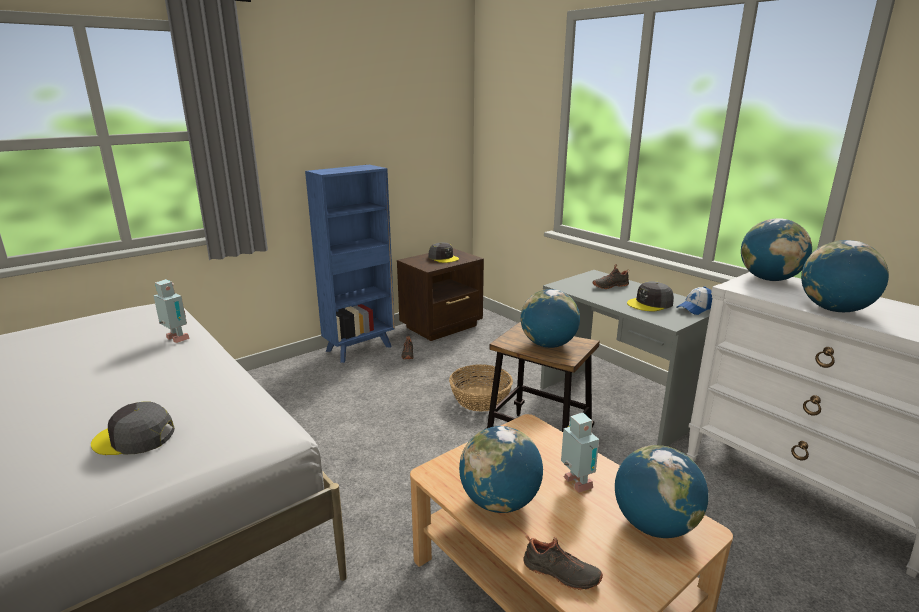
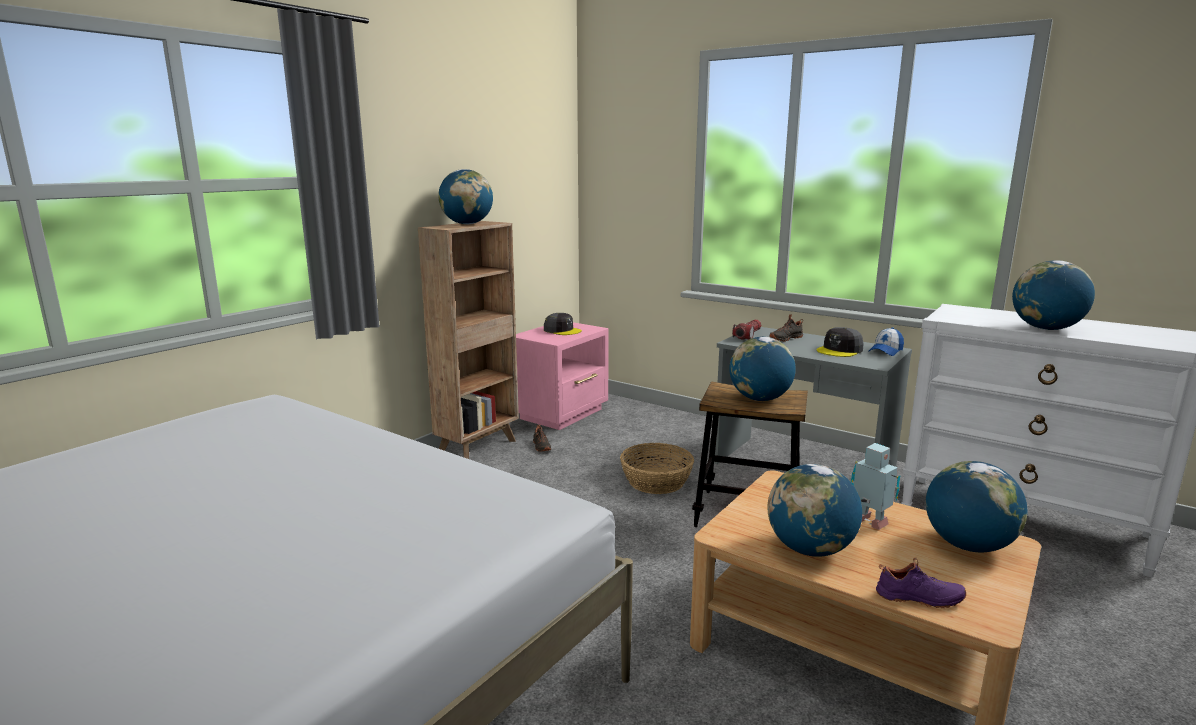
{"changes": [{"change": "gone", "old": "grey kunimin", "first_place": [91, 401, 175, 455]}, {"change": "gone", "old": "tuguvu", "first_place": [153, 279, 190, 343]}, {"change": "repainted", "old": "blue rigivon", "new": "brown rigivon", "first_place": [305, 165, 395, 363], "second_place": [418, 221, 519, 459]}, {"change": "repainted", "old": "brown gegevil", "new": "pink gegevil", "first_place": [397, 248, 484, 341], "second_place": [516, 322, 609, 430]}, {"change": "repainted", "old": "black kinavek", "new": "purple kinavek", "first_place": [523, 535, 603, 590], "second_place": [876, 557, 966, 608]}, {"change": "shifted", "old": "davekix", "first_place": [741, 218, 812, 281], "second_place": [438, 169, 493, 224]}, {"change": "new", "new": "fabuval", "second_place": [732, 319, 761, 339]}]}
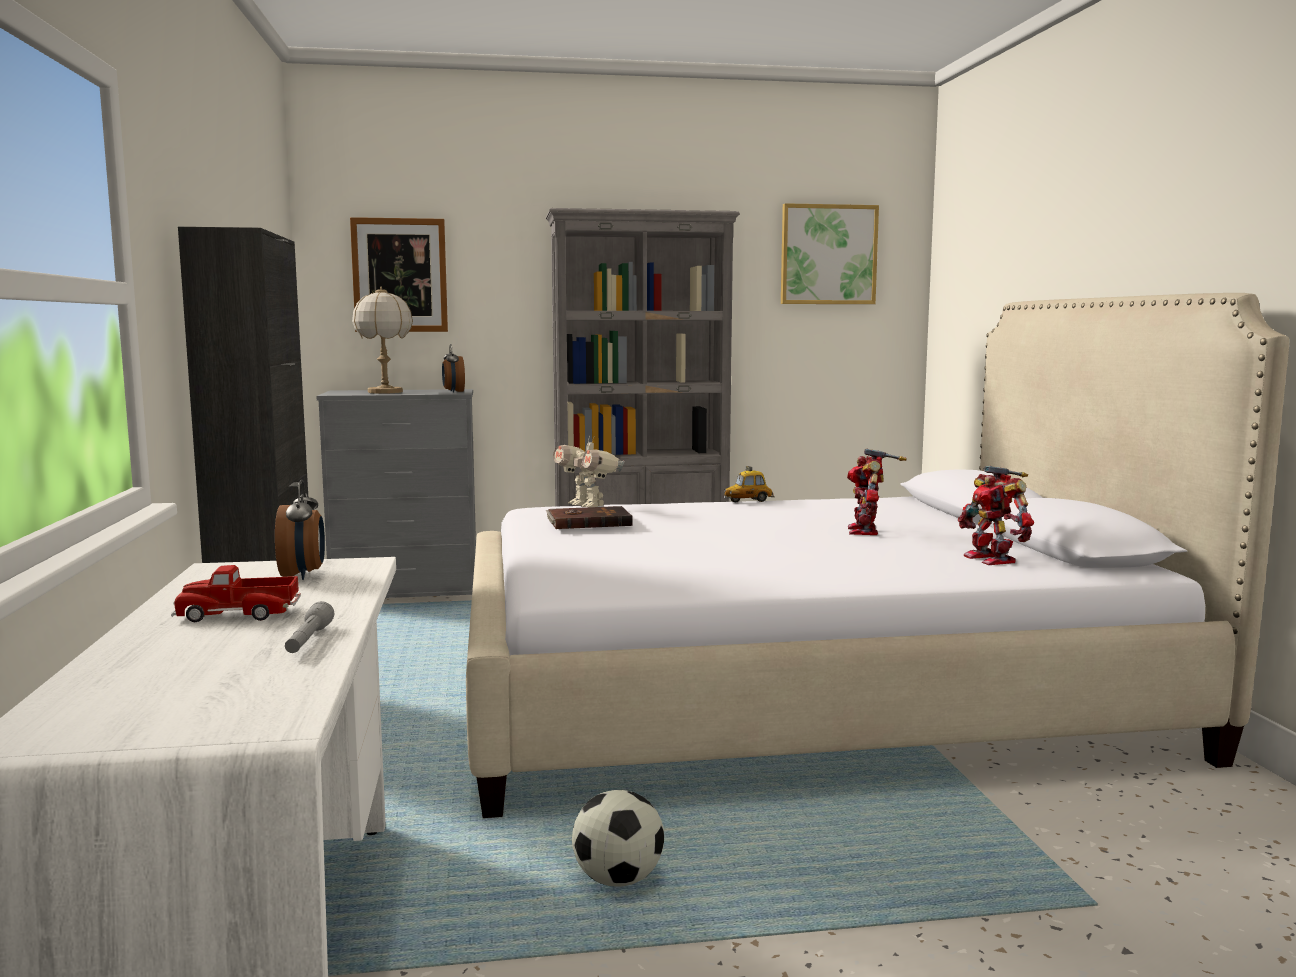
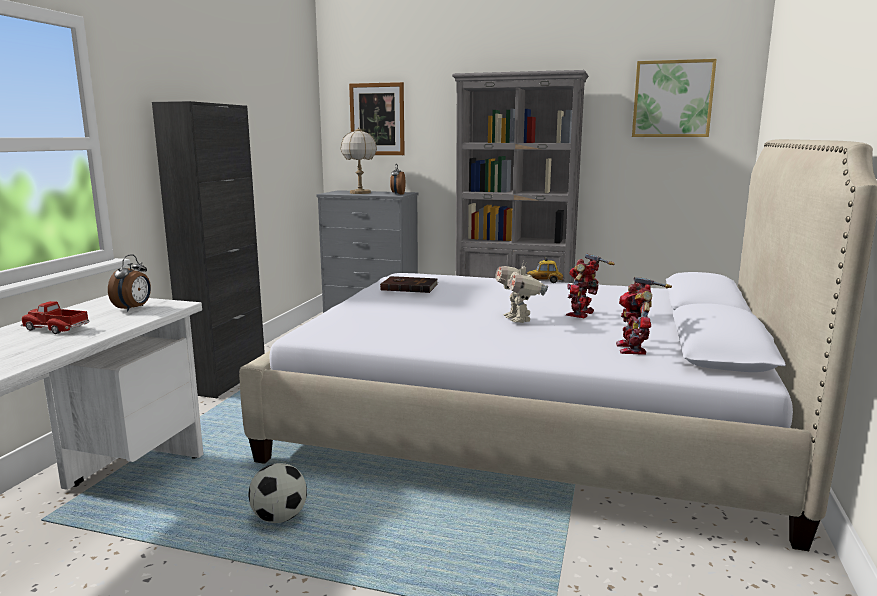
{"changes": [{"change": "gone", "old": "grey fabuval", "first_place": [285, 601, 334, 653]}, {"change": "shifted", "old": "tuguvu", "first_place": [553, 435, 625, 507], "second_place": [495, 261, 548, 323]}]}
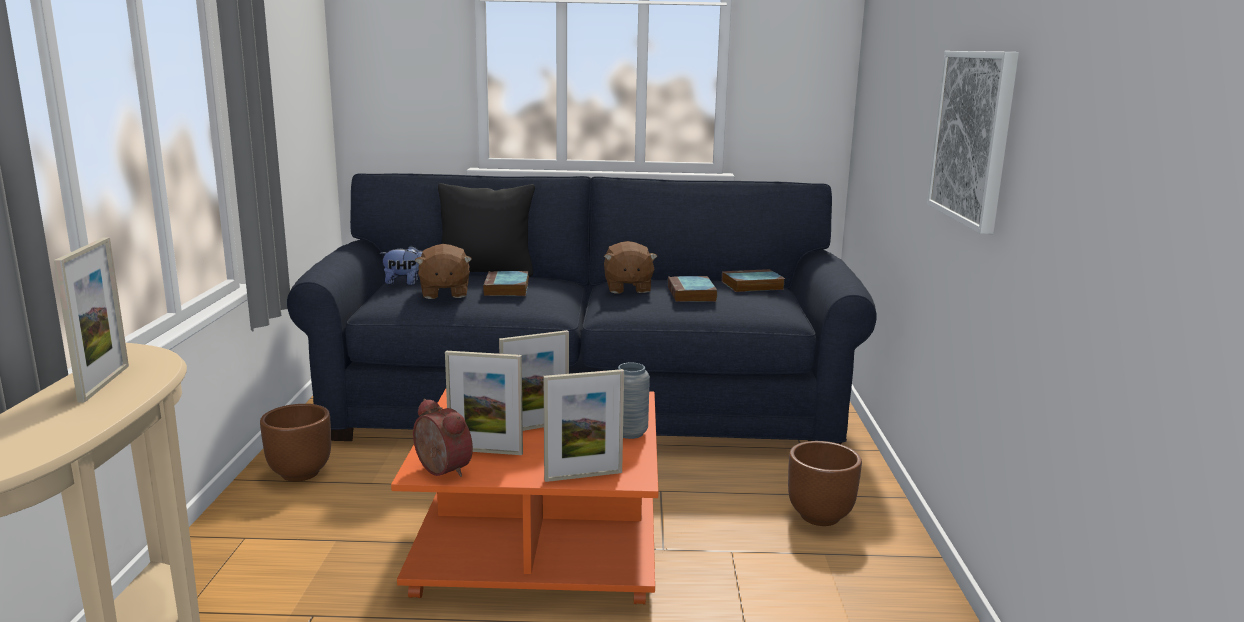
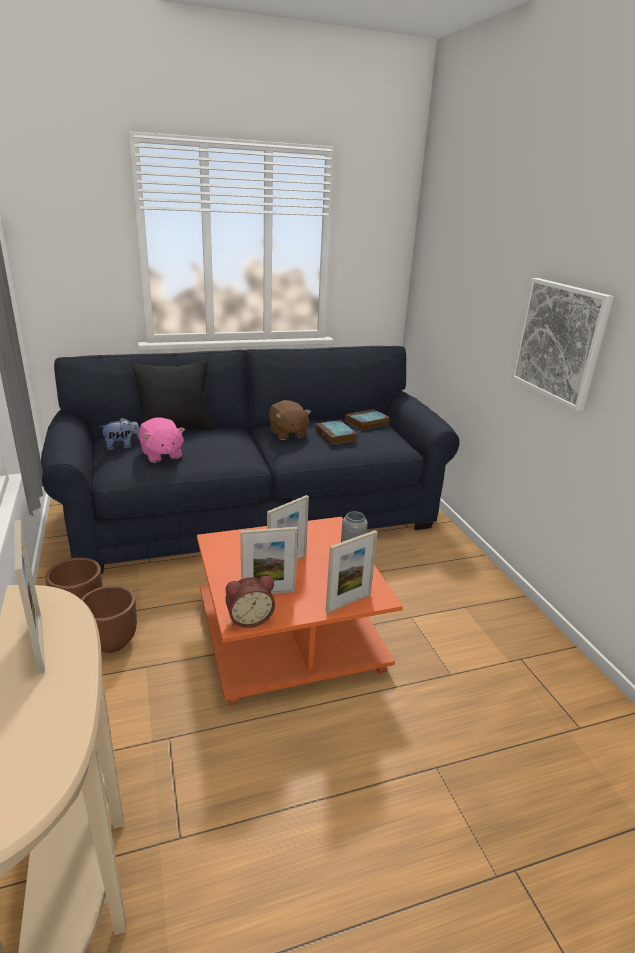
{"changes": [{"change": "rotated", "old": "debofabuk", "first_place": [413, 399, 473, 477], "second_place": [225, 576, 275, 628], "degrees": 135}, {"change": "repainted", "old": "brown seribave", "new": "pink seribave", "first_place": [415, 244, 472, 299], "second_place": [139, 417, 185, 463]}, {"change": "gone", "old": "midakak", "first_place": [483, 271, 529, 296]}, {"change": "shifted", "old": "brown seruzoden", "first_place": [788, 441, 862, 526], "second_place": [81, 585, 137, 653]}]}
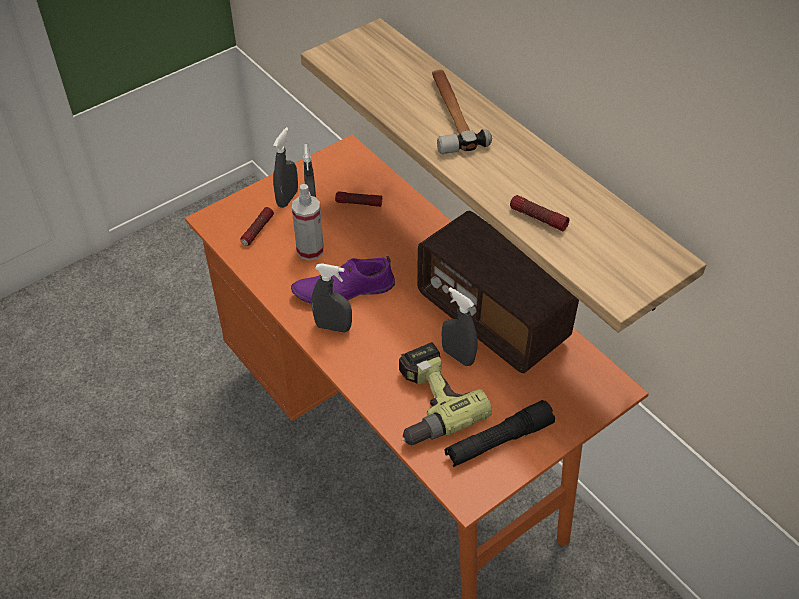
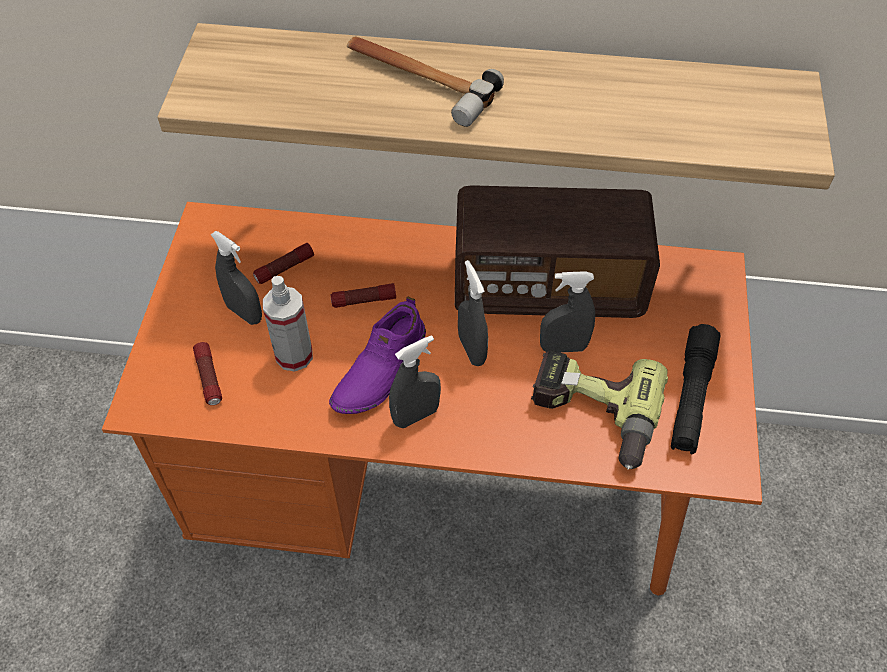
{"changes": [{"change": "shifted", "old": "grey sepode", "first_place": [273, 127, 298, 208], "second_place": [458, 260, 488, 366]}, {"change": "shifted", "old": "fabuval", "first_place": [510, 195, 570, 231], "second_place": [331, 283, 396, 308]}]}
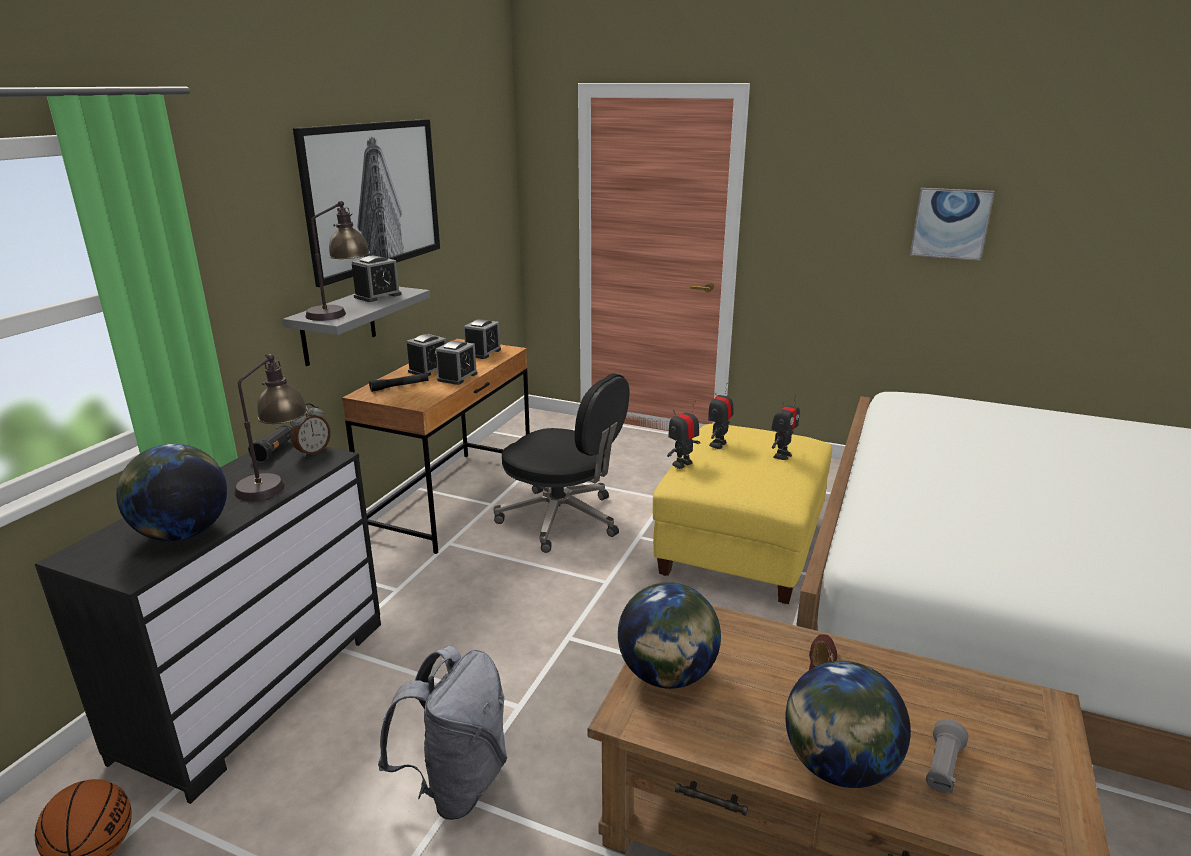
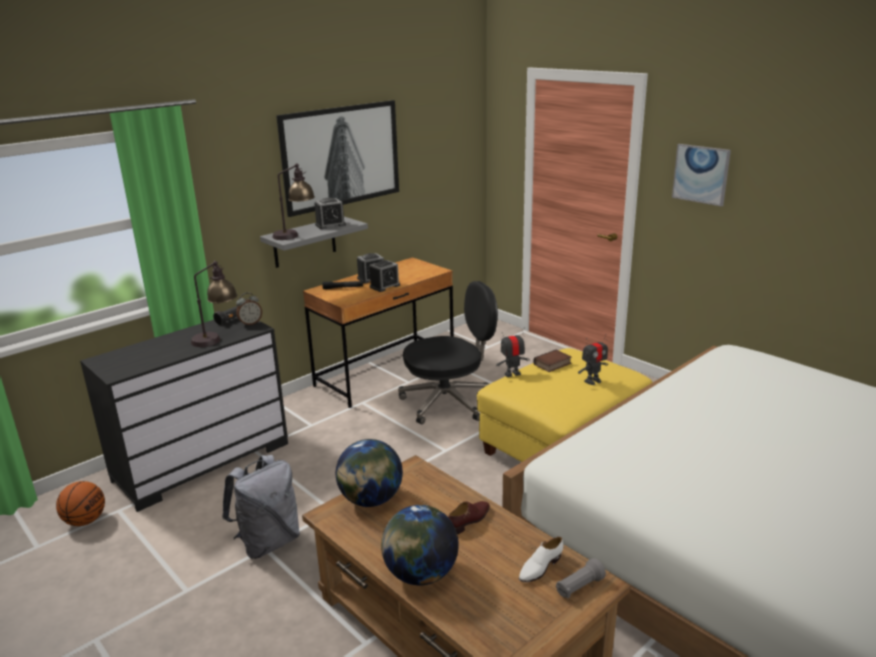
{"changes": [{"change": "gone", "old": "davekix", "first_place": [116, 444, 227, 541]}, {"change": "gone", "old": "debofabuk", "first_place": [464, 319, 501, 359]}, {"change": "rotated", "old": "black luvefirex", "first_place": [493, 373, 630, 553], "second_place": [398, 281, 498, 424], "degrees": -75}, {"change": "swapped", "old": "tuguvu", "new": "midakak", "first_place": [708, 383, 733, 449], "second_place": [533, 350, 572, 372]}, {"change": "shifted", "old": "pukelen", "first_place": [910, 188, 995, 261], "second_place": [672, 144, 731, 206]}, {"change": "shifted", "old": "grey fabuval", "first_place": [926, 719, 968, 793], "second_place": [556, 558, 606, 598]}, {"change": "new", "new": "white kinavek", "second_place": [519, 537, 563, 582]}]}
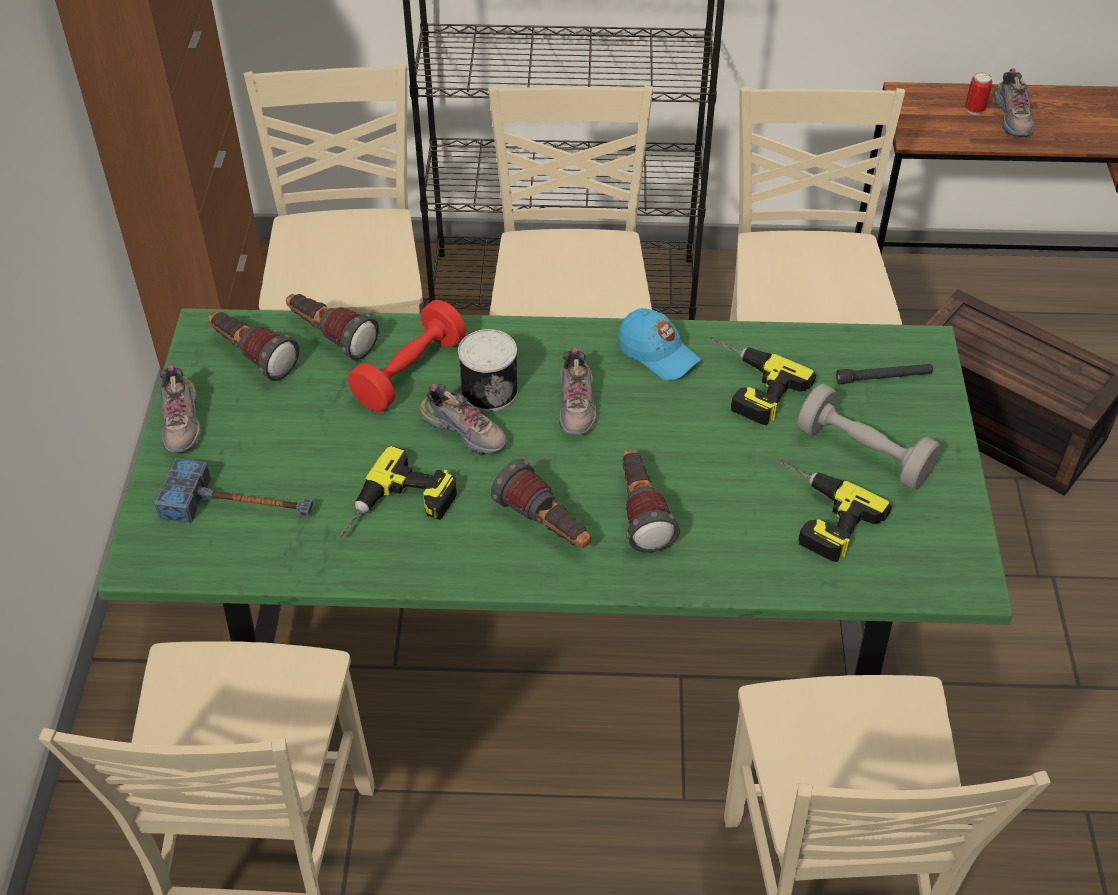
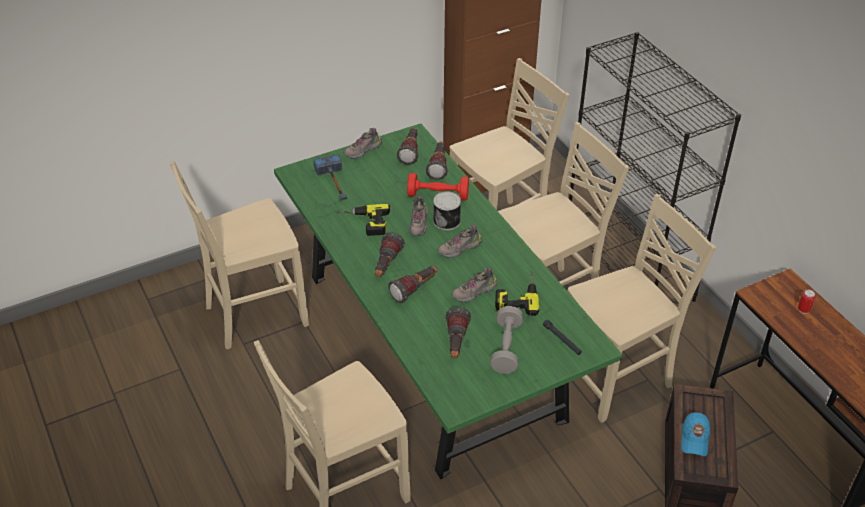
{"changes": [{"change": "shifted", "old": "blue kunimin", "first_place": [618, 308, 702, 380], "second_place": [681, 412, 710, 456]}, {"change": "swapped", "old": "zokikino", "new": "fabuval", "first_place": [777, 460, 892, 562], "second_place": [445, 307, 471, 358]}, {"change": "shifted", "old": "kinavek", "first_place": [993, 68, 1034, 137], "second_place": [451, 268, 497, 302]}]}
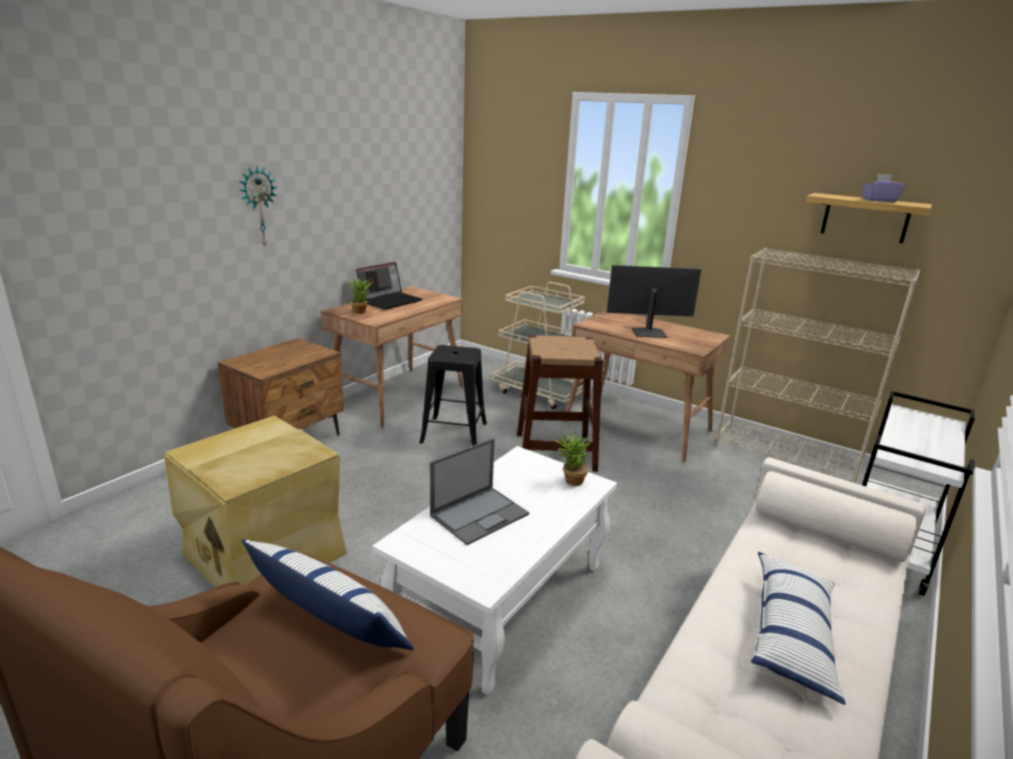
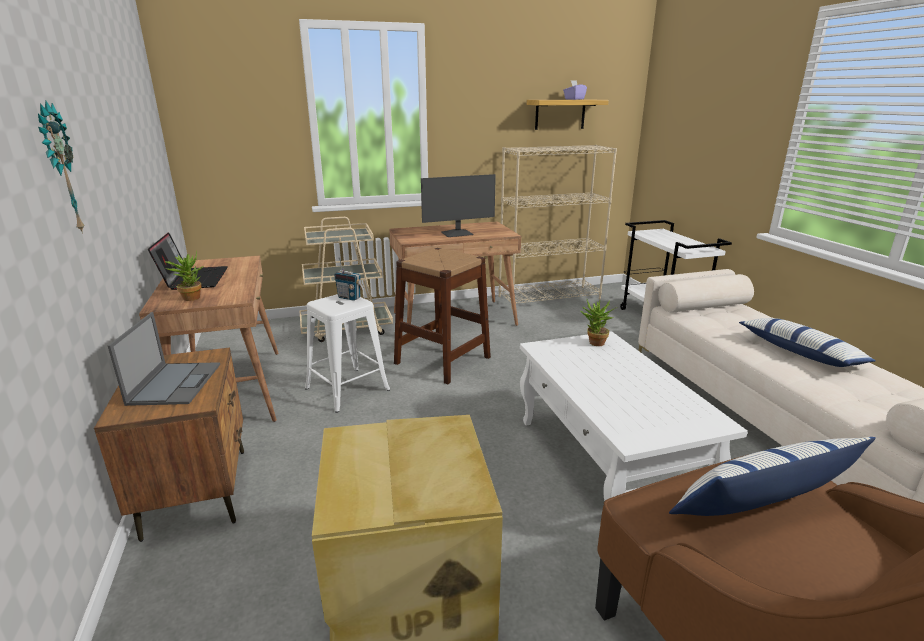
{"changes": [{"change": "repainted", "old": "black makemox", "new": "white makemox", "first_place": [419, 345, 487, 446], "second_place": [305, 294, 390, 413]}, {"change": "shifted", "old": "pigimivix", "first_place": [430, 438, 529, 545], "second_place": [108, 312, 220, 406]}, {"change": "rotated", "old": "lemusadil", "first_place": [607, 265, 701, 338], "second_place": [421, 174, 496, 237], "degrees": -150}, {"change": "new", "new": "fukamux", "second_place": [334, 257, 364, 301]}]}
